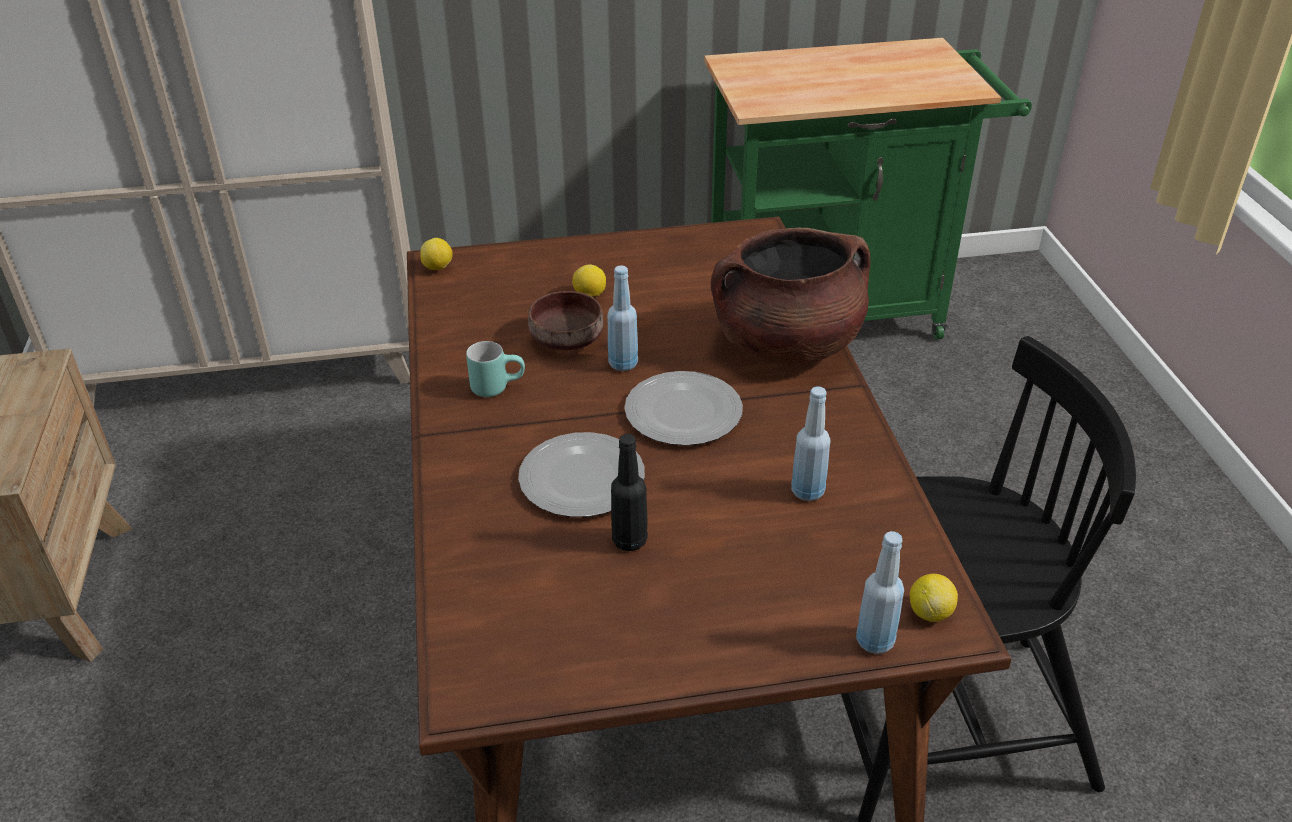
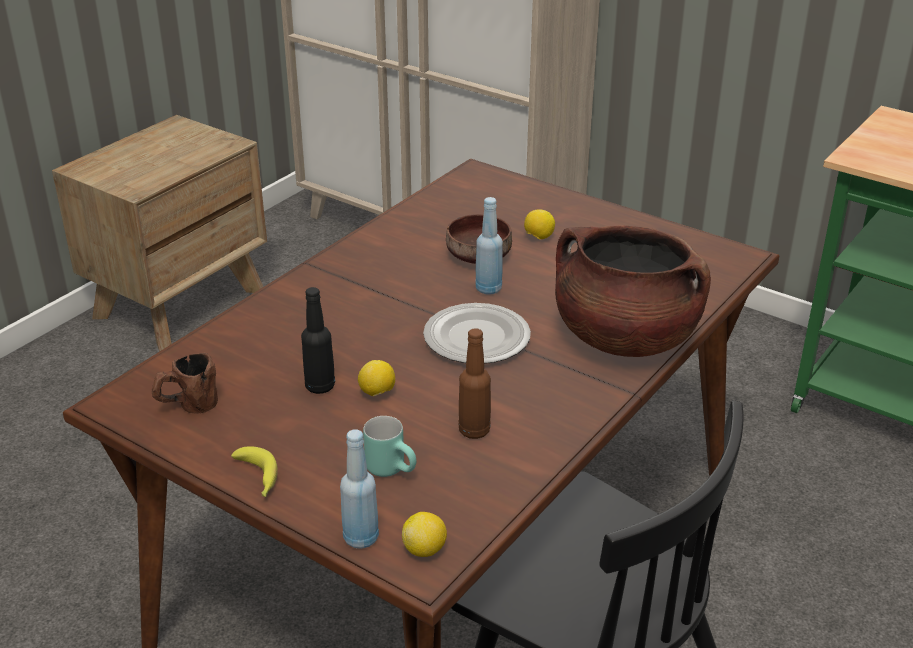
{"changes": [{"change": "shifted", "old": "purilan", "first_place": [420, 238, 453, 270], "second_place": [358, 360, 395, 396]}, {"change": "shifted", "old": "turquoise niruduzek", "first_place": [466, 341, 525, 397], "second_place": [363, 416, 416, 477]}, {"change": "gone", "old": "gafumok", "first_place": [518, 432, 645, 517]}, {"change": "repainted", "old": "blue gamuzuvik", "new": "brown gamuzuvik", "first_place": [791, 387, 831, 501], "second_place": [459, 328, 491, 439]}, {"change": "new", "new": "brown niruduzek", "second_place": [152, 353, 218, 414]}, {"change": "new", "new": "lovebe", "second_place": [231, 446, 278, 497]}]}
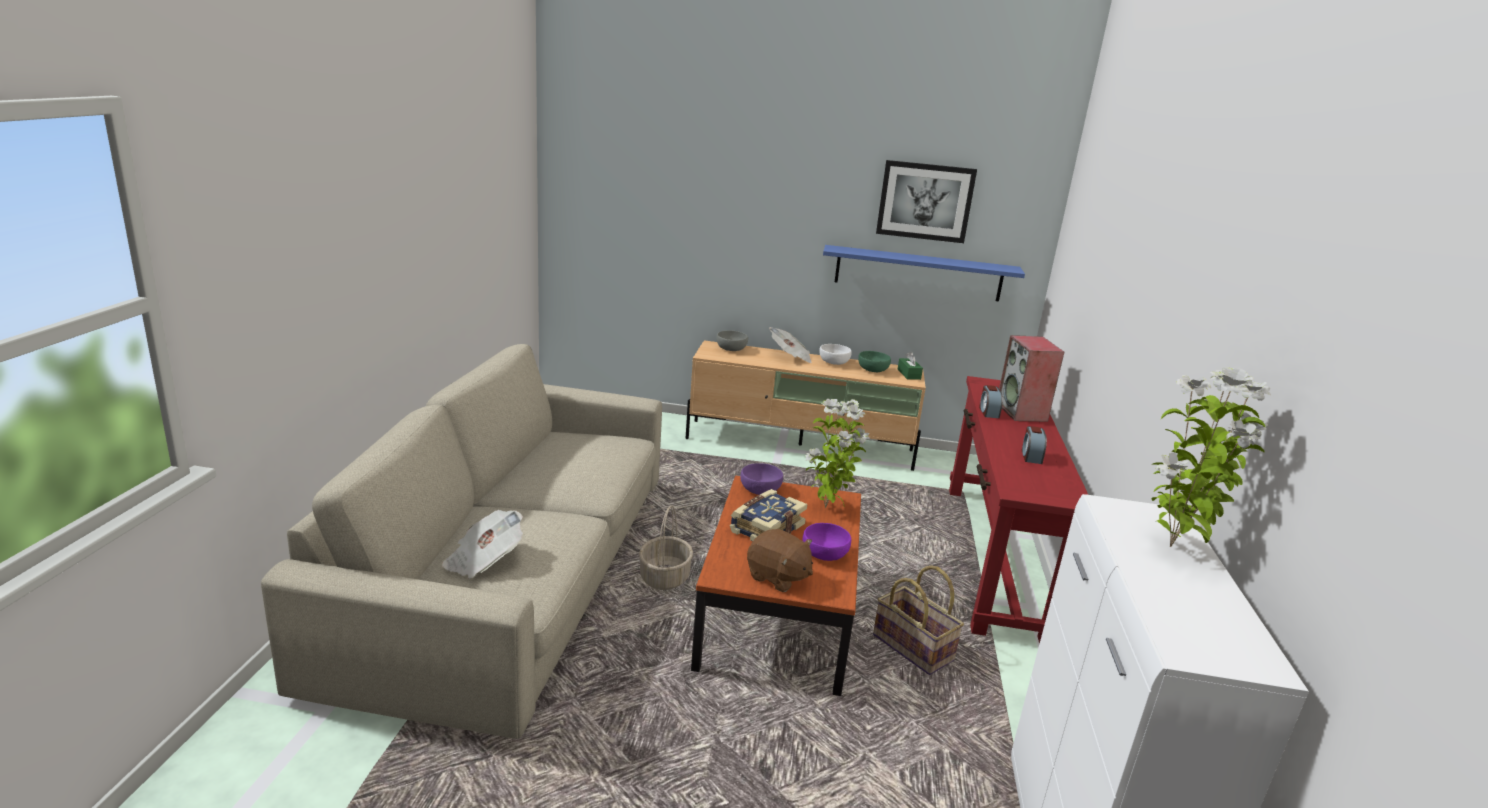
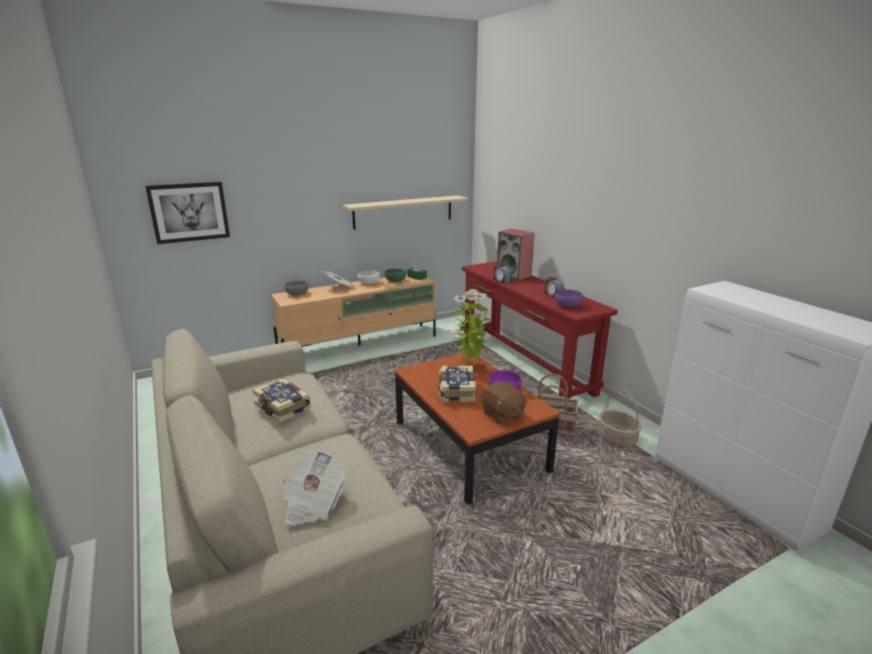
{"changes": [{"change": "shifted", "old": "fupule", "first_place": [639, 505, 693, 590], "second_place": [598, 387, 642, 447]}, {"change": "shifted", "old": "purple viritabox", "first_place": [740, 463, 783, 495], "second_place": [555, 289, 583, 308]}, {"change": "rotated", "old": "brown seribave", "first_place": [747, 529, 813, 592], "second_place": [481, 382, 527, 425], "degrees": 60}, {"change": "repainted", "old": "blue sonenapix", "new": "beige sonenapix", "first_place": [823, 245, 1025, 301], "second_place": [343, 195, 468, 229]}, {"change": "shifted", "old": "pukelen", "first_place": [876, 160, 977, 243], "second_place": [145, 182, 230, 244]}, {"change": "gone", "old": "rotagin", "first_place": [1151, 367, 1271, 547]}, {"change": "new", "new": "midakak", "second_place": [253, 379, 311, 423]}]}
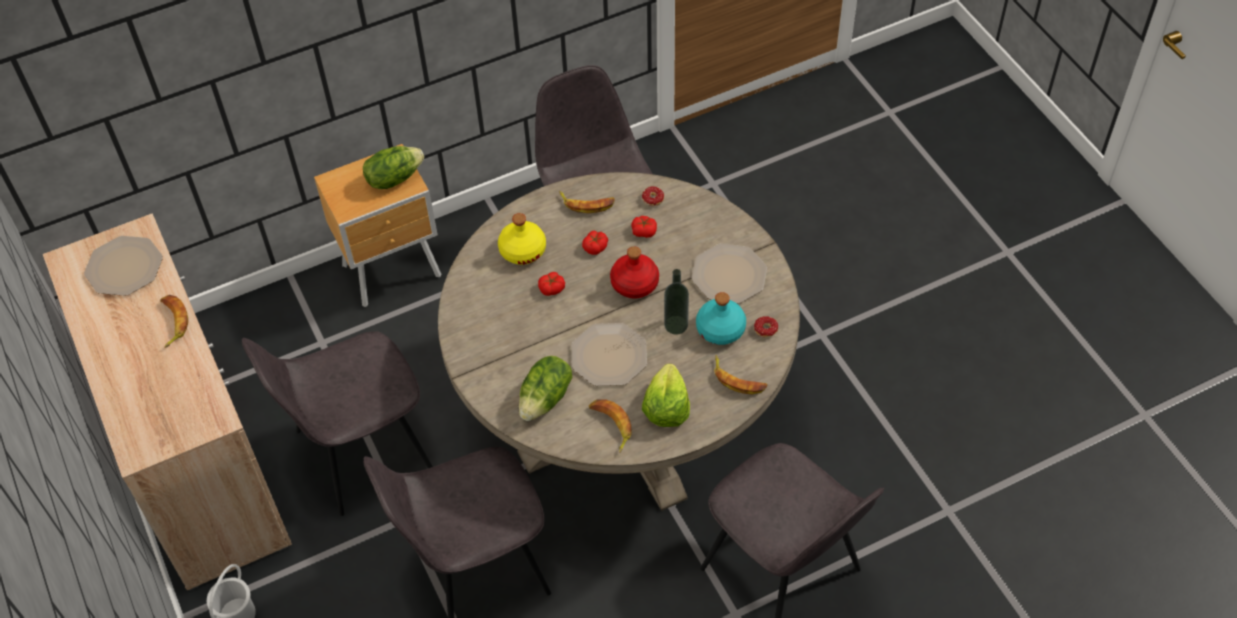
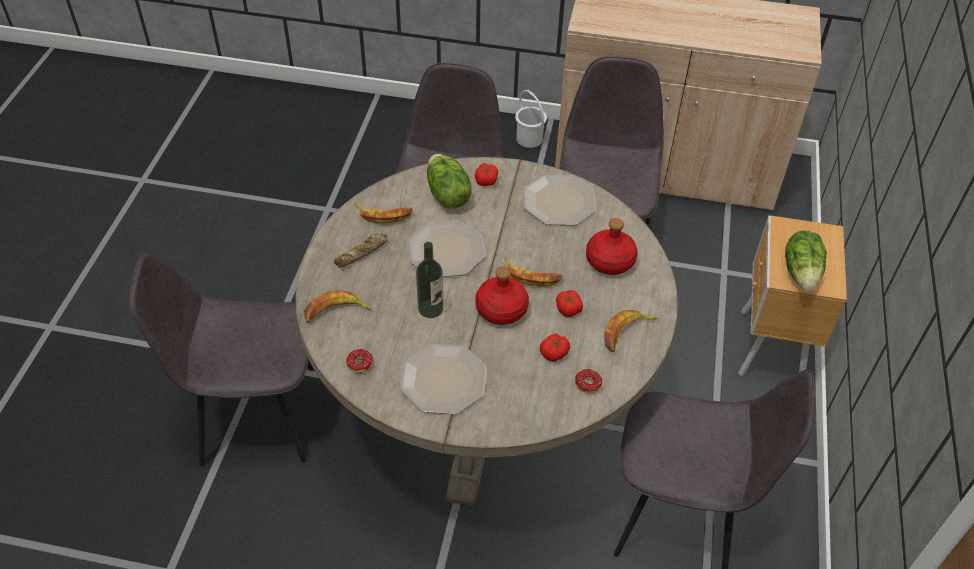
{"changes": [{"change": "shifted", "old": "gafumok", "first_place": [84, 236, 163, 296], "second_place": [524, 175, 596, 225]}, {"change": "shifted", "old": "lovebe", "first_place": [160, 295, 188, 348], "second_place": [505, 256, 562, 287]}, {"change": "repainted", "old": "yellow gamuzuvik", "new": "red gamuzuvik", "first_place": [498, 213, 546, 265], "second_place": [586, 218, 638, 275]}, {"change": "shifted", "old": "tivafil", "first_place": [538, 272, 565, 296], "second_place": [475, 163, 498, 186]}, {"change": "swapped", "old": "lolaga", "new": "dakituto", "first_place": [642, 363, 690, 427], "second_place": [334, 233, 387, 268]}, {"change": "gone", "old": "turquoise gamuzuvik", "first_place": [696, 292, 746, 345]}]}
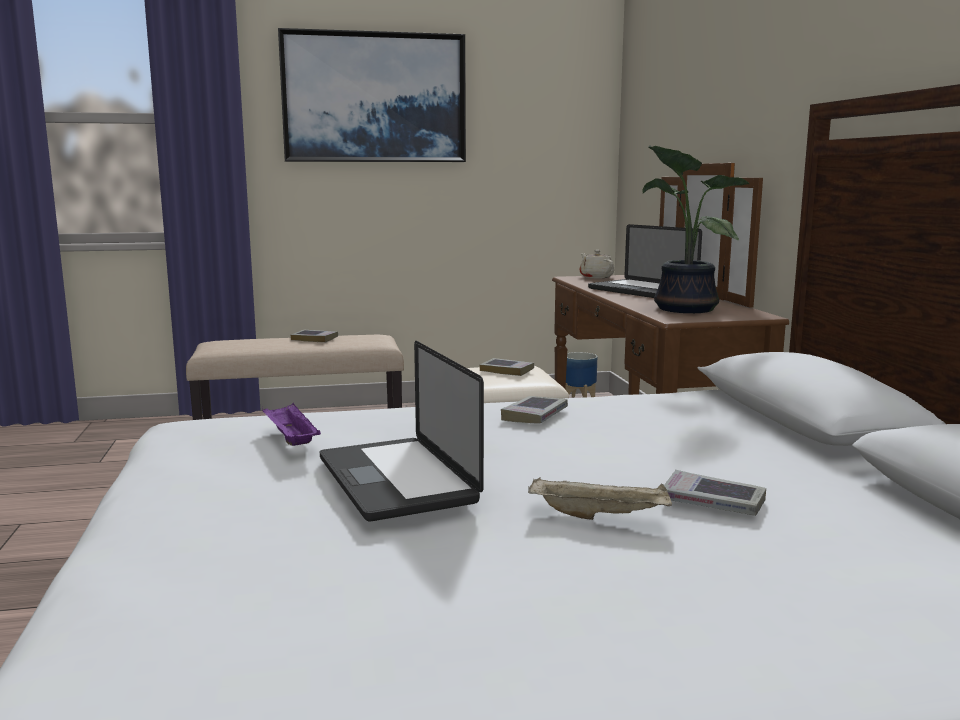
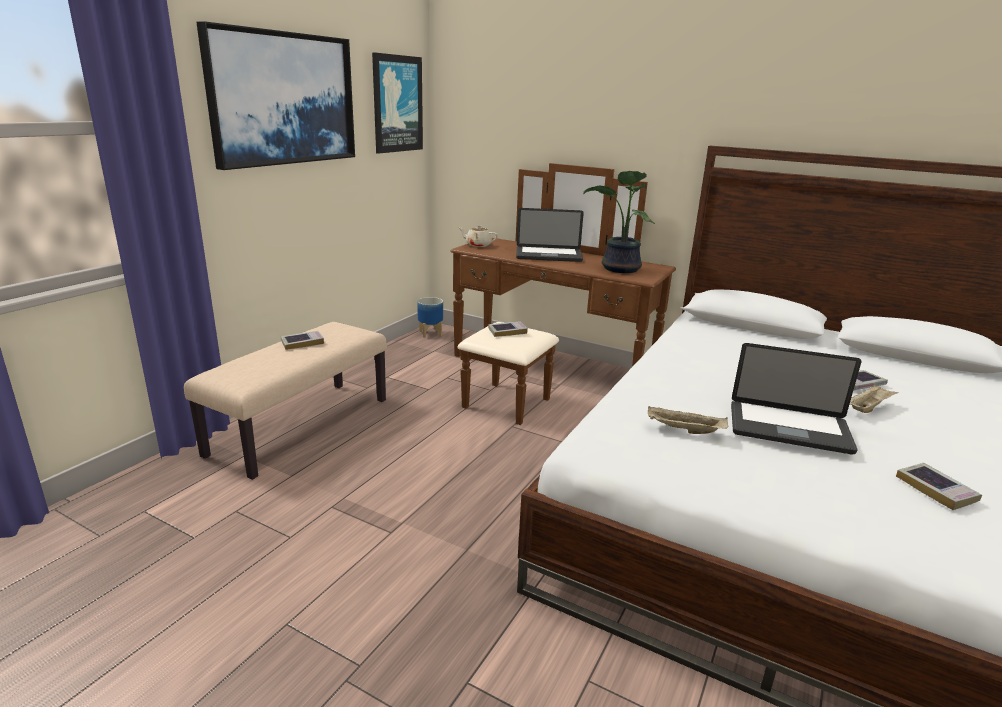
{"changes": [{"change": "repainted", "old": "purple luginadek", "new": "beige luginadek", "first_place": [262, 403, 321, 446], "second_place": [648, 406, 728, 434]}, {"change": "shifted", "old": "midakak", "first_place": [501, 396, 568, 424], "second_place": [896, 463, 982, 510]}, {"change": "new", "new": "pukelen", "second_place": [372, 52, 423, 154]}]}
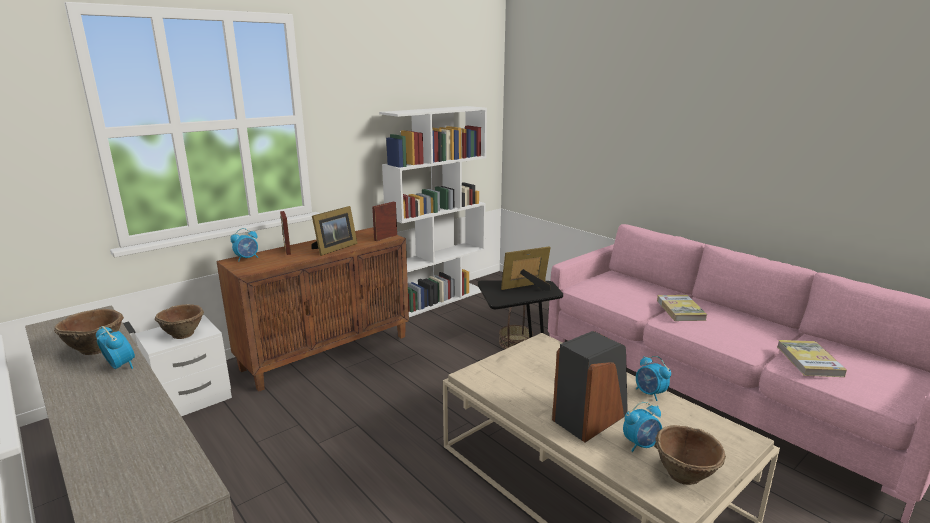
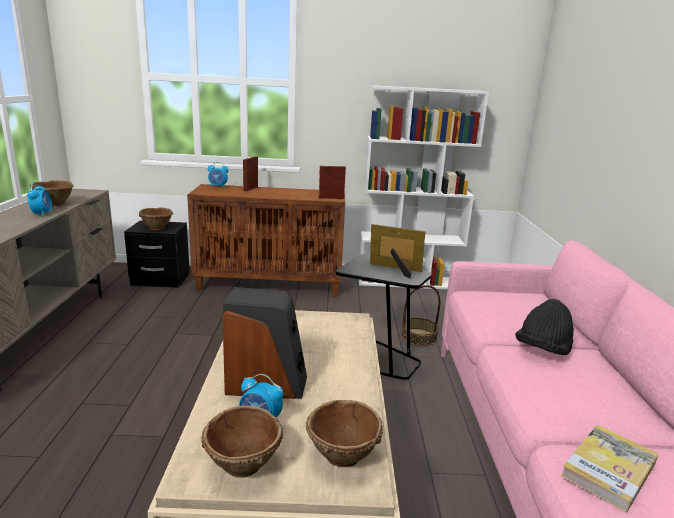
{"changes": [{"change": "repainted", "old": "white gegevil", "new": "black gegevil", "first_place": [135, 315, 232, 416], "second_place": [124, 220, 190, 288]}, {"change": "gone", "old": "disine", "first_place": [311, 206, 358, 256]}, {"change": "gone", "old": "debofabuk", "first_place": [636, 356, 671, 401]}, {"change": "swapped", "old": "midakak", "new": "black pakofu", "first_place": [657, 295, 708, 321], "second_place": [516, 299, 574, 355]}, {"change": "new", "new": "brown viritabox", "second_place": [306, 400, 383, 467]}]}
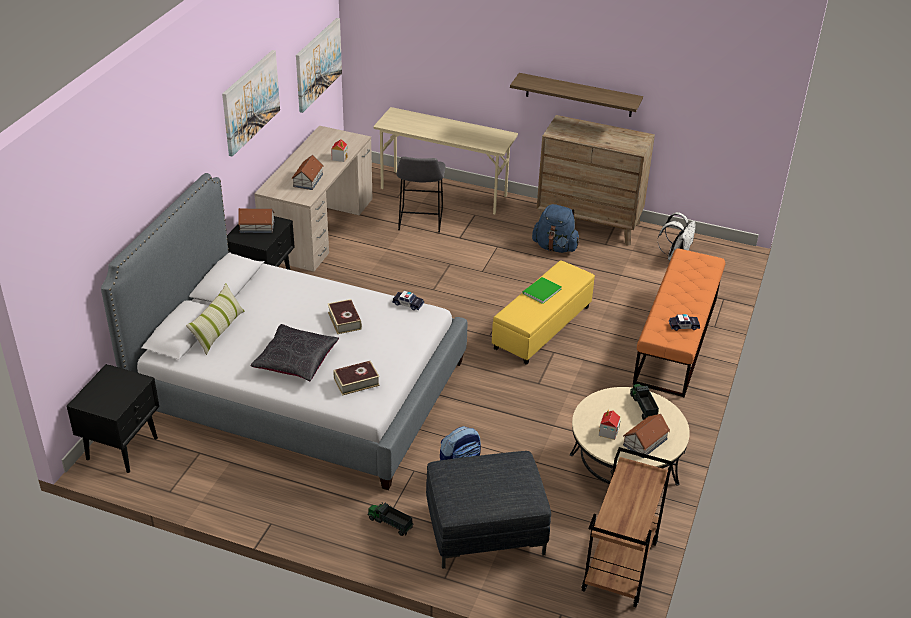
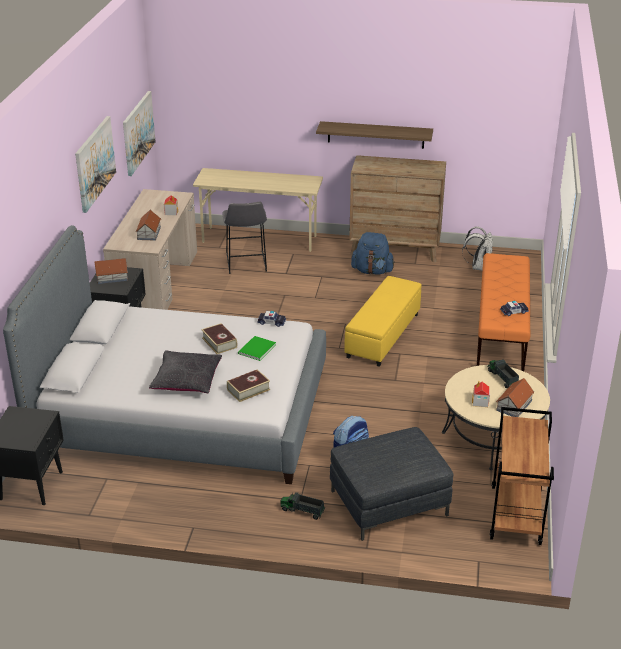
{"changes": [{"change": "gone", "old": "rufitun", "first_place": [186, 283, 244, 355]}, {"change": "shifted", "old": "green midakak", "first_place": [522, 277, 562, 304], "second_place": [238, 336, 276, 361]}]}
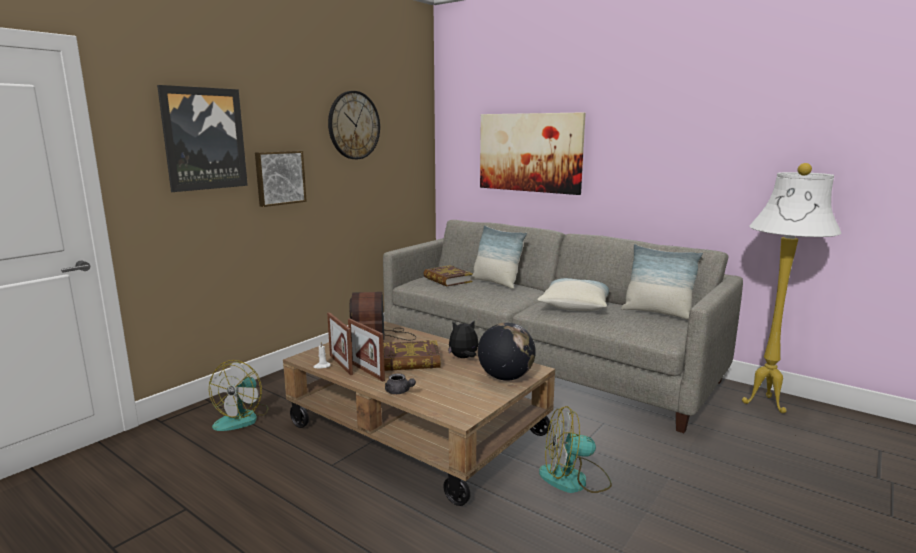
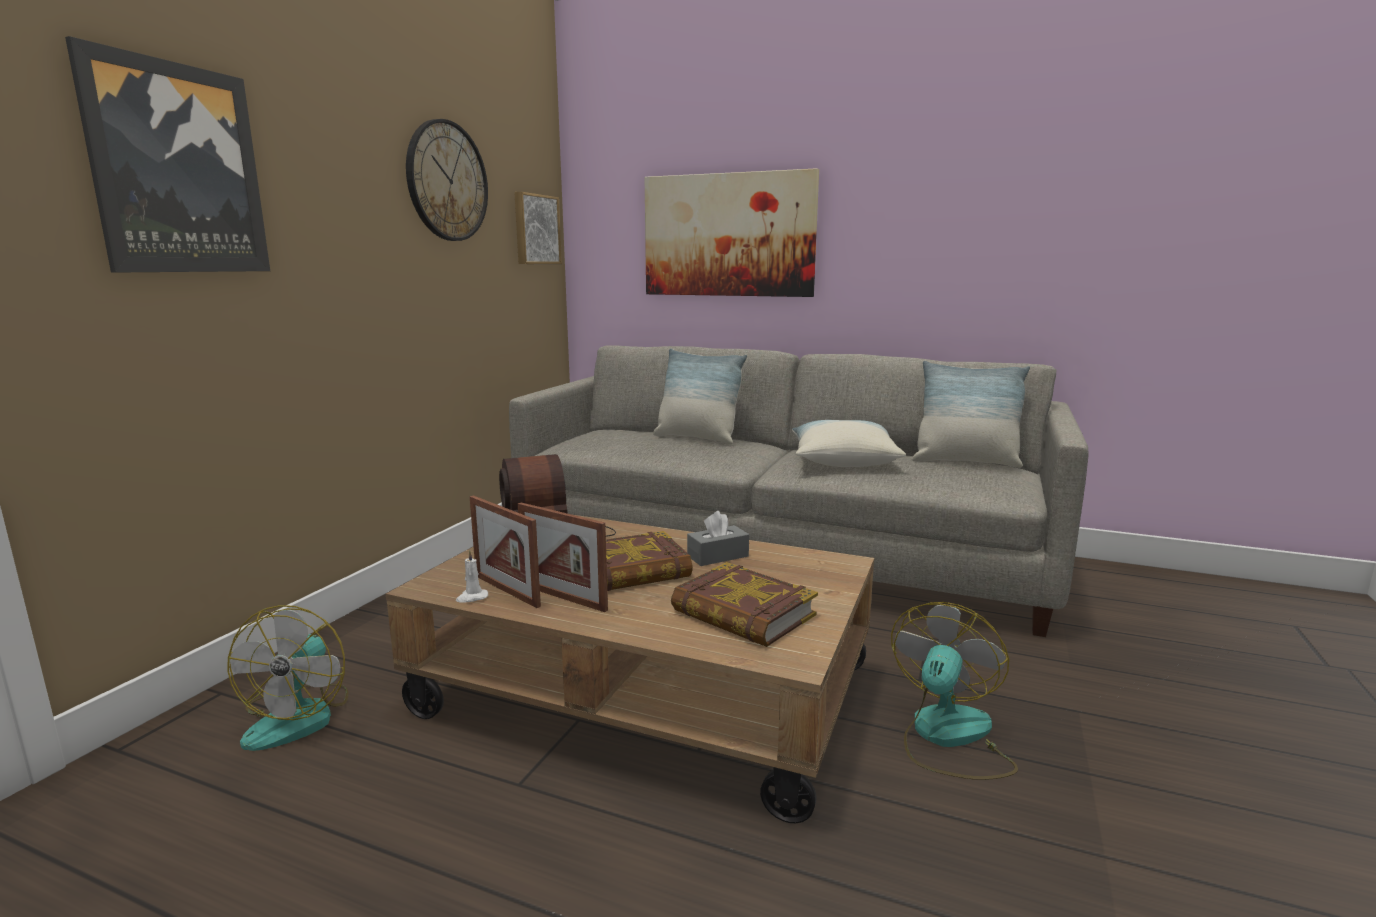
{"changes": [{"change": "shifted", "old": "pukelen", "first_place": [255, 151, 307, 207], "second_place": [514, 192, 562, 264]}, {"change": "gone", "old": "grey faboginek", "first_place": [385, 373, 416, 394]}, {"change": "shifted", "old": "midakak", "first_place": [423, 265, 473, 287], "second_place": [671, 562, 818, 647]}, {"change": "swapped", "old": "seribave", "new": "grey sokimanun", "first_place": [448, 321, 478, 358], "second_place": [687, 511, 749, 566]}, {"change": "gone", "old": "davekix", "first_place": [478, 322, 536, 381]}, {"change": "rotated", "old": "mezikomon", "first_place": [539, 406, 612, 493], "second_place": [891, 602, 1018, 780], "degrees": 135}, {"change": "gone", "old": "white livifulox", "first_place": [742, 163, 841, 413]}]}
